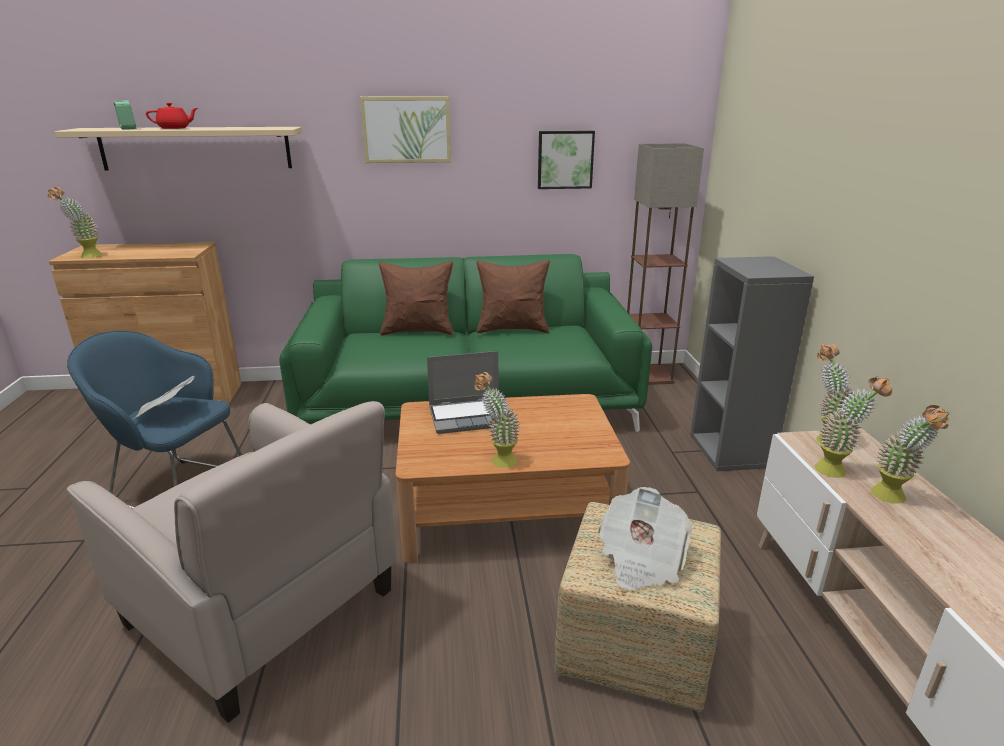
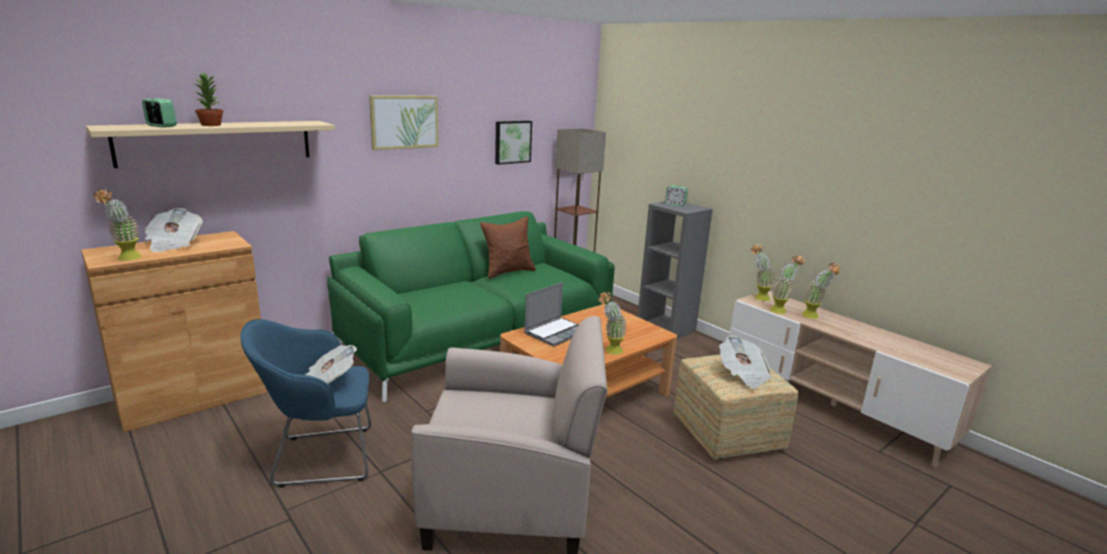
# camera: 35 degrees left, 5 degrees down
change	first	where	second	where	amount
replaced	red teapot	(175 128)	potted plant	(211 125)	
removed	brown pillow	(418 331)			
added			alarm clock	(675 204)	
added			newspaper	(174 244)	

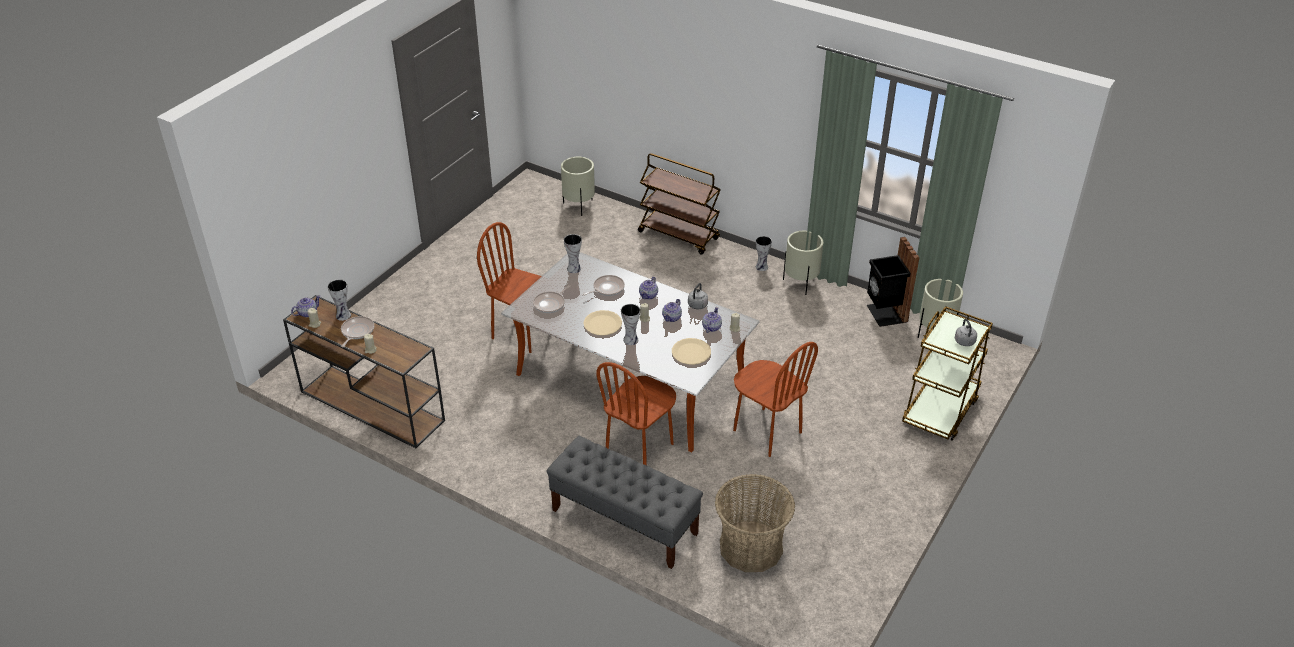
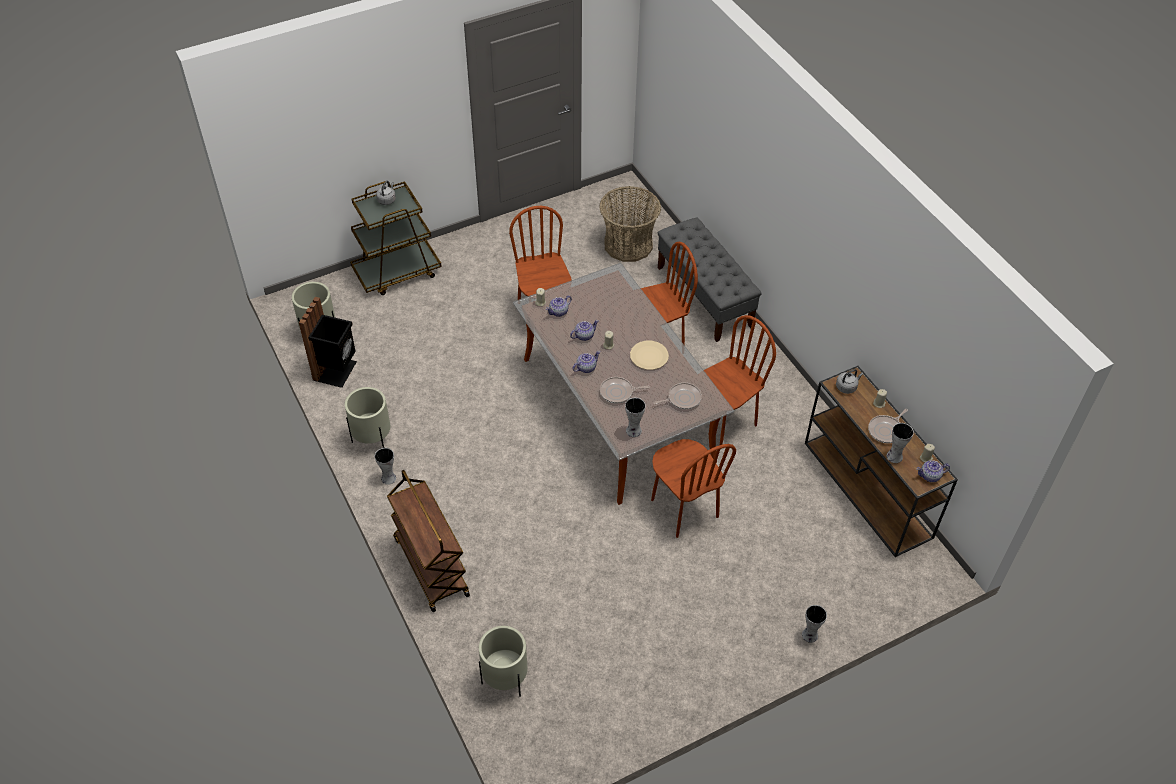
# camera: 150 degrees left, 10 degrees up
change	first	where	second	where	amount
moved	grey kettle	(697 306)		(847 387)	
moved	vase	(631 339)		(809 635)	
removed	beige plate	(691 352)			
added			brown chair	(723 422)	

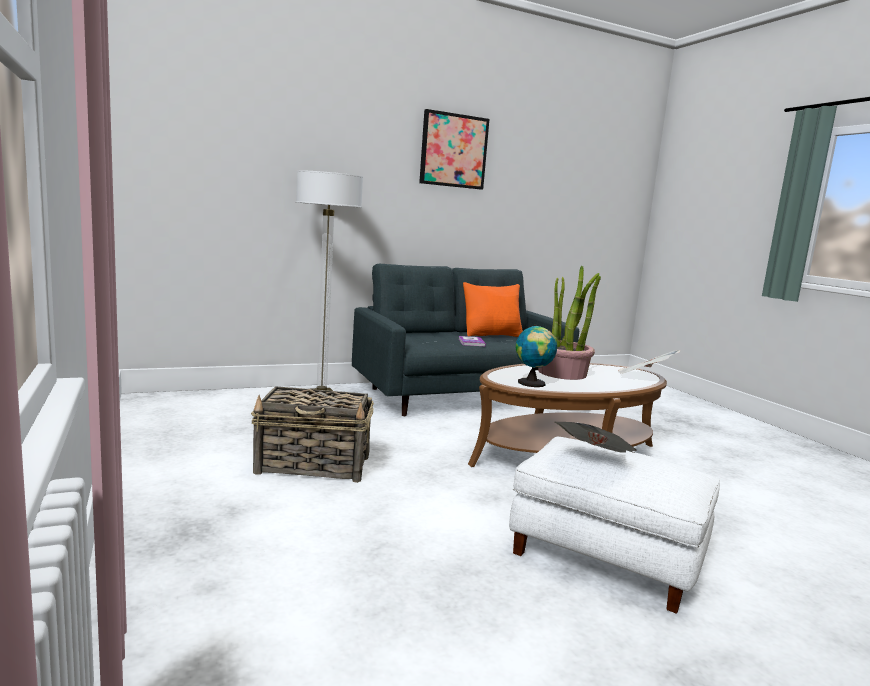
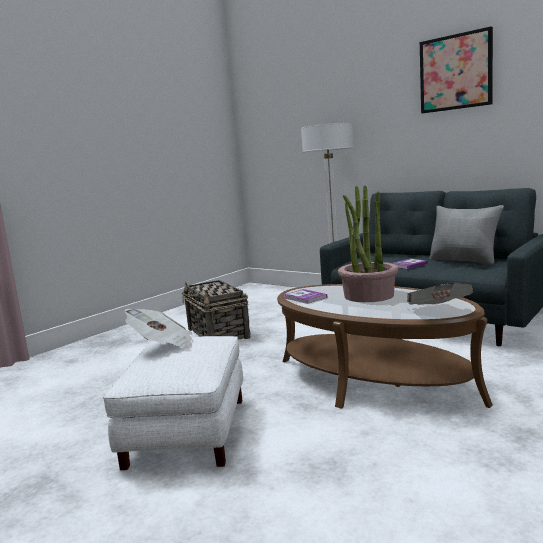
# camera: 65 degrees right, 0 degrees up
change	first	where	second	where	amount
recoloured	orange pillow	(492 335)	grey pillow	(464 261)	
replaced	globe	(532 384)	book	(305 297)	

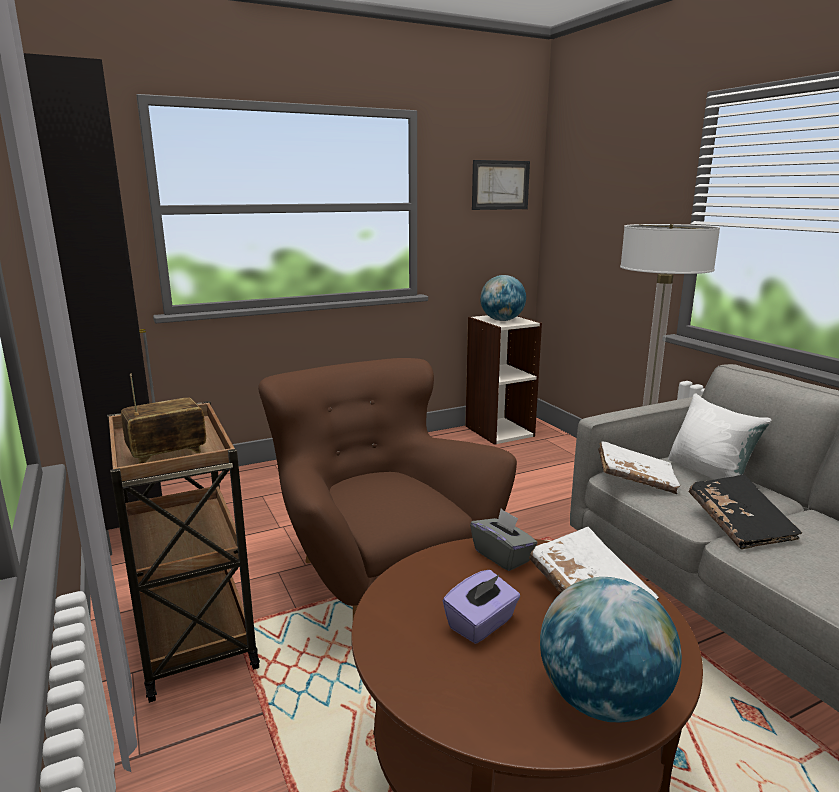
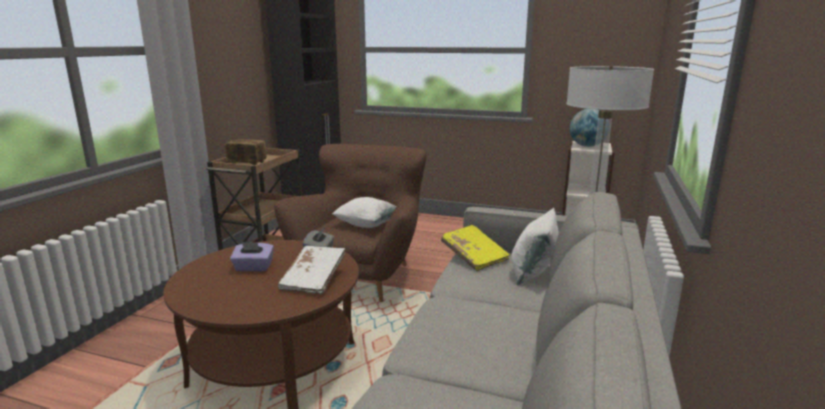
# camera: 45 degrees right, 0 degrees up
change	first	where	second	where	amount
removed	picture	(500 185)			
recoloured	white book	(635 480)	yellow book	(474 257)	
removed	black book	(739 525)			
removed	globe	(602 700)			
added			white pillow	(367 224)	

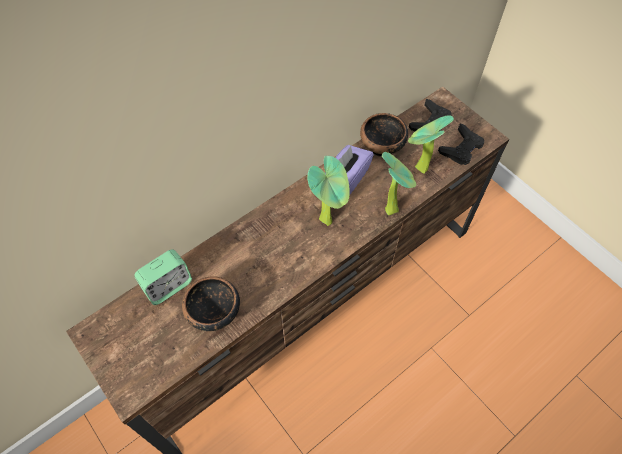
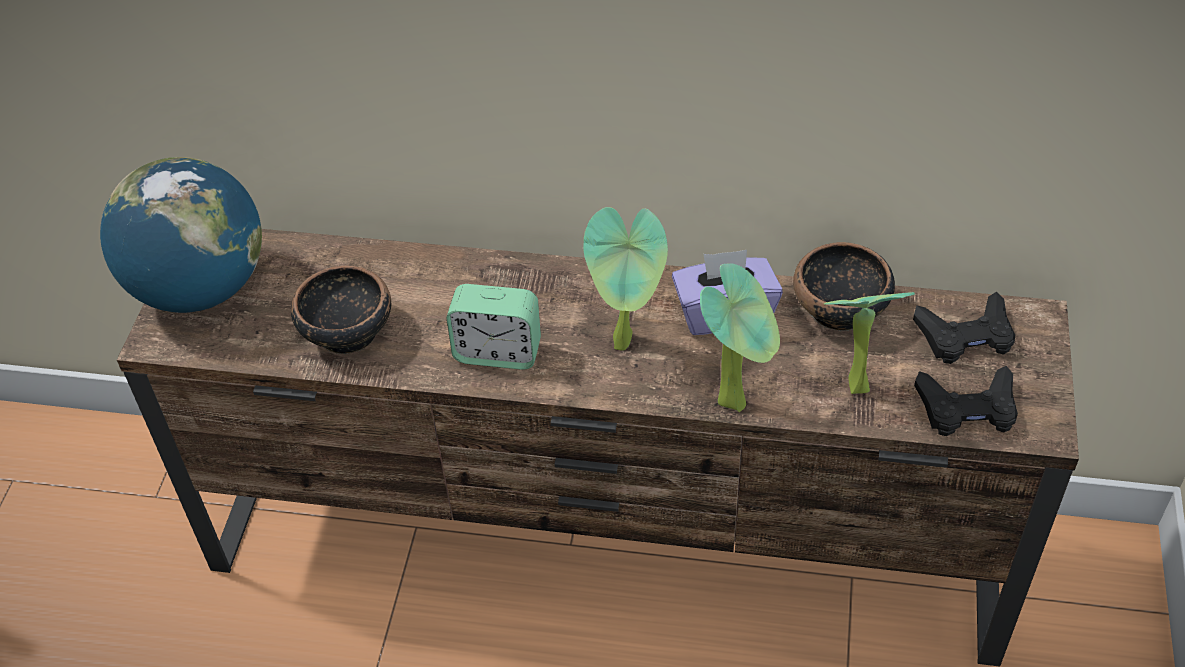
# camera: 50 degrees right, 10 degrees down
change	first	where	second	where	amount
moved	alarm clock	(168 286)		(498 352)	
added			globe	(200 288)	

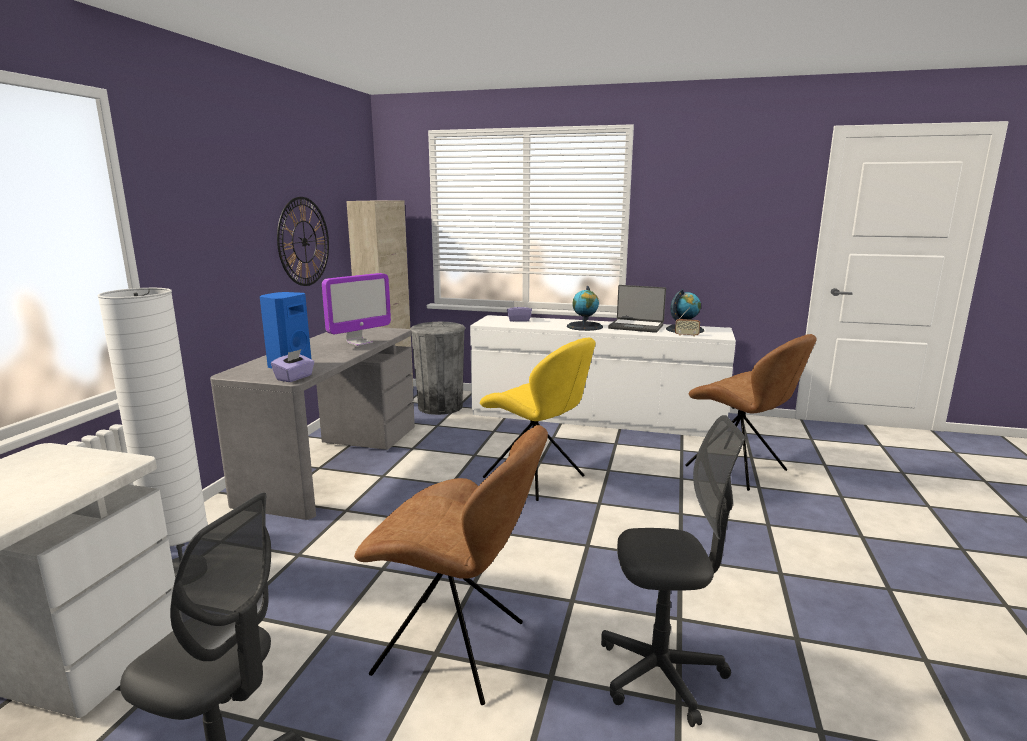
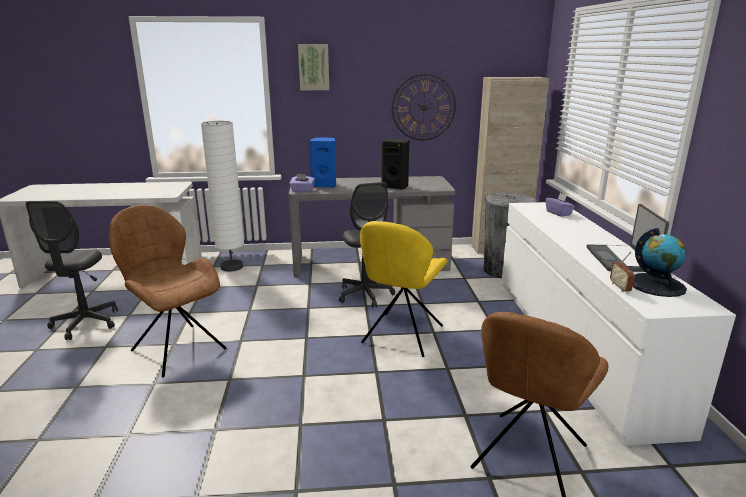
# camera: 70 degrees right, 5 degrees up
change	first	where	second	where	amount
replaced	monitor	(359 342)	black speaker	(395 187)	
removed	globe	(585 326)			
moved	grey office chair	(661 674)		(365 295)	
turned	brown chair	(456 649)		(177 348)	135 degrees clockwise
added			picture	(313 67)	

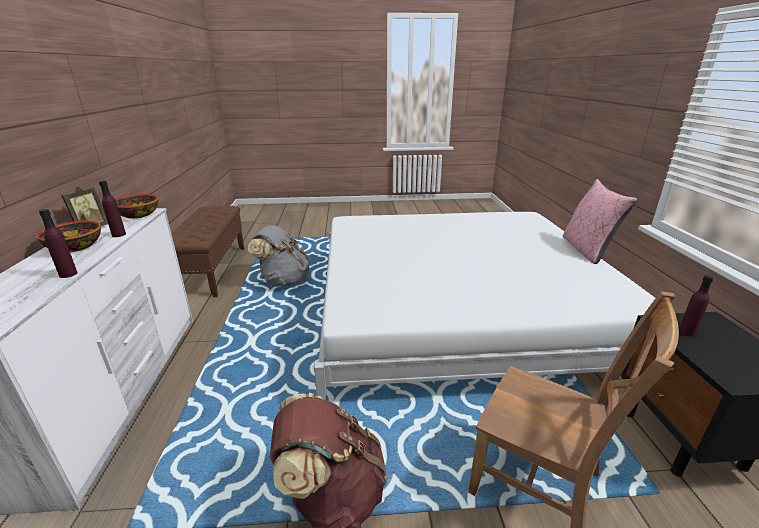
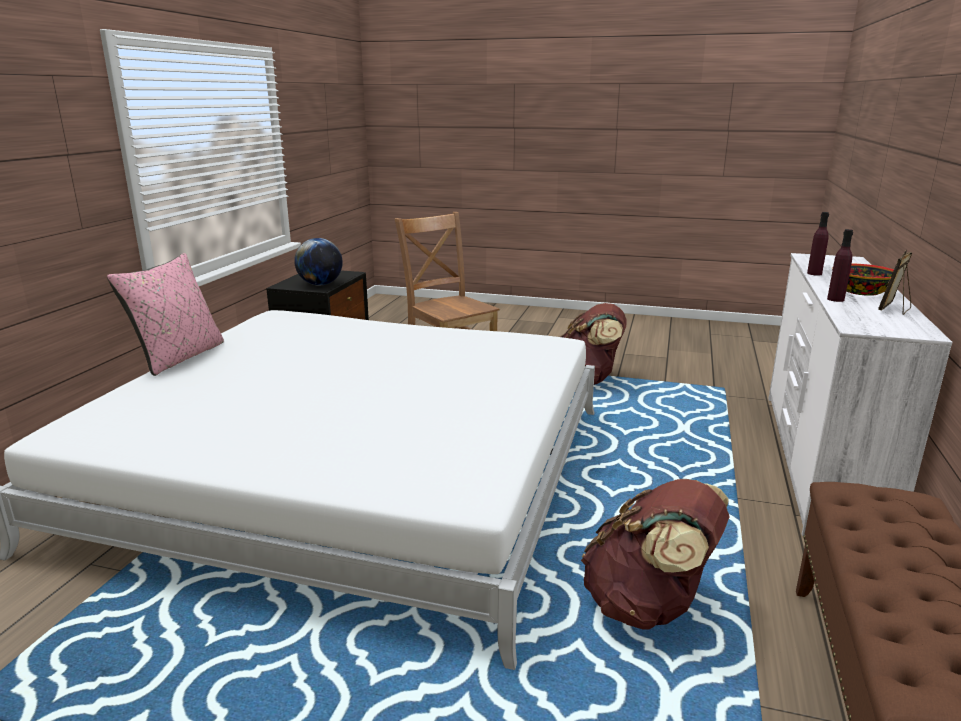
# camera: 160 degrees left, 5 degrees down
change	first	where	second	where	amount
removed	bowl	(138 215)			
recoloured	grey backpack	(283 281)	brown backpack	(648 606)	
replaced	purple bottle	(686 332)	globe	(320 284)	

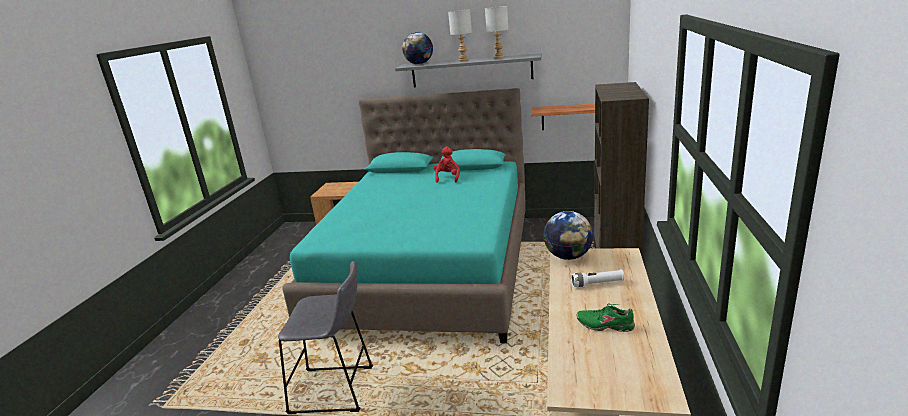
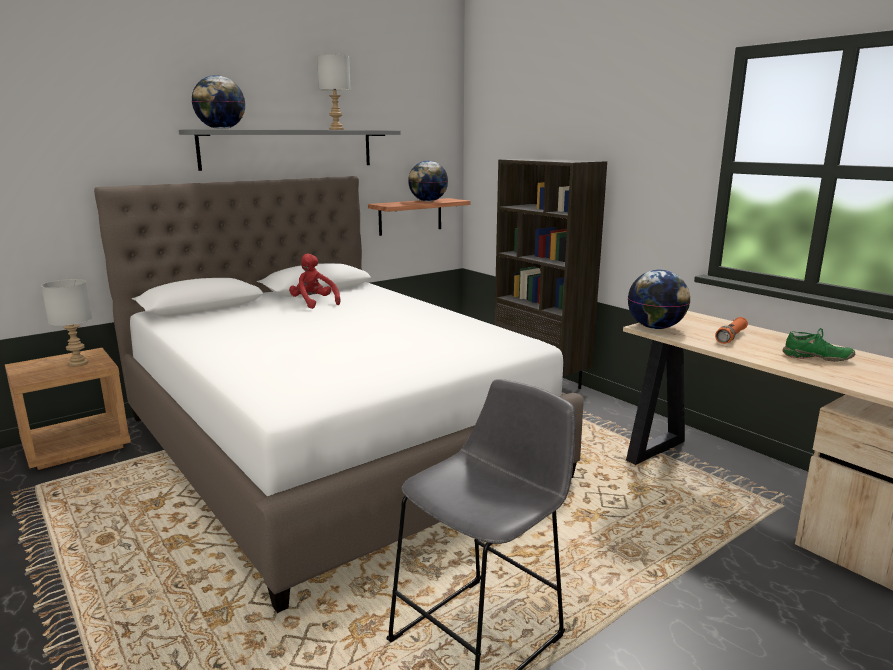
# camera: 50 degrees left, 5 degrees down
change	first	where	second	where	amount
moved	grey table lamp	(463 60)		(78 363)	
recoloured	turquoise bed	(430 268)	white bed	(333 445)	
recoloured	white flashlight	(597 283)	orange flashlight	(731 337)	
turned	green shoe	(605 325)		(816 358)	135 degrees counterclockwise
added			globe	(428 201)	

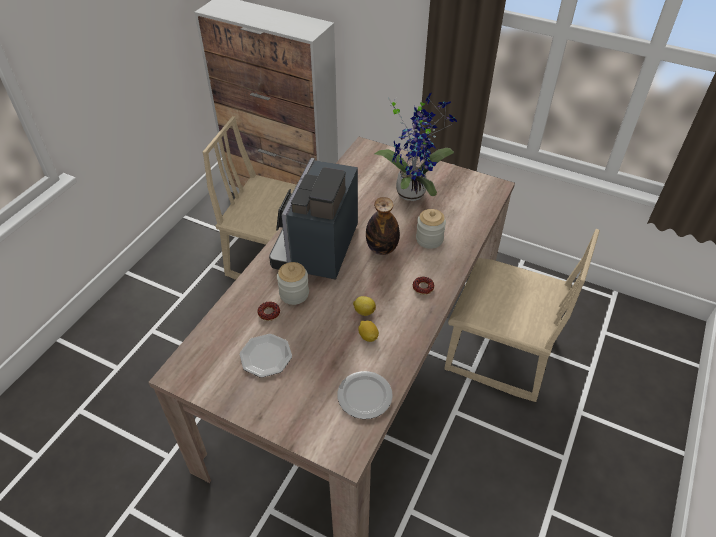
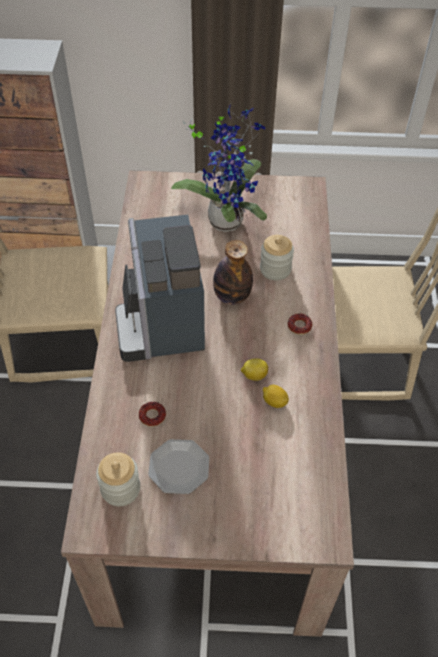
# camera: 25 degrees left, 5 degrees up
change	first	where	second	where	amount
moved	jar	(294 294)		(120 488)	
removed	plate	(365 395)			

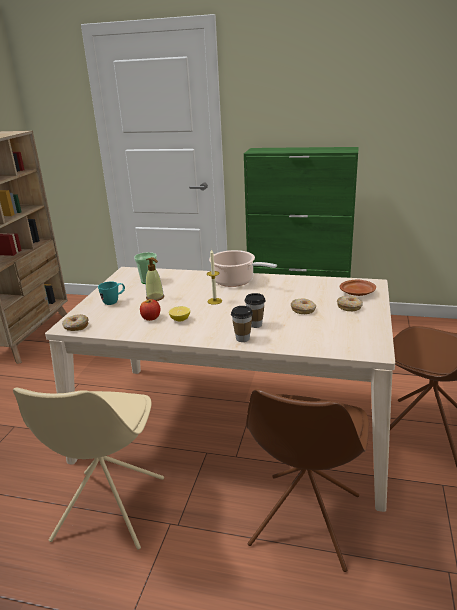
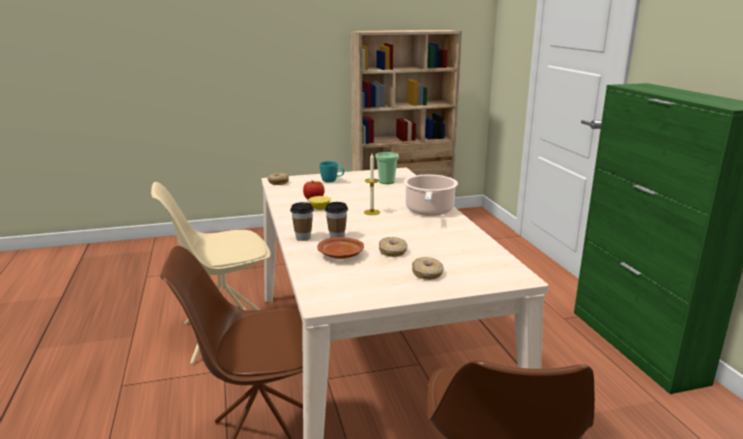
# camera: 60 degrees right, 5 degrees down
change	first	where	second	where	amount
removed	soap dispenser	(155 298)			
moved	brown plate	(357 293)		(341 255)	

